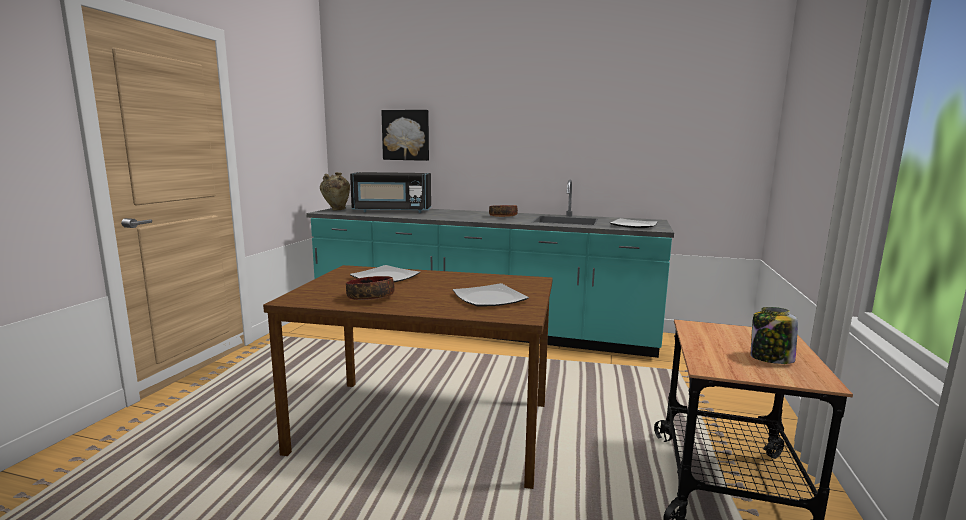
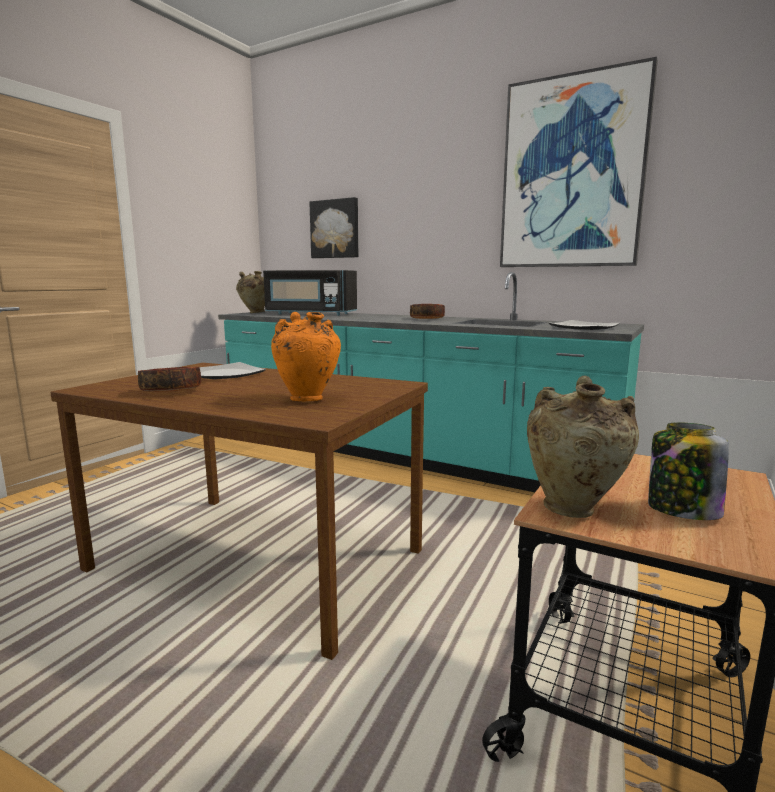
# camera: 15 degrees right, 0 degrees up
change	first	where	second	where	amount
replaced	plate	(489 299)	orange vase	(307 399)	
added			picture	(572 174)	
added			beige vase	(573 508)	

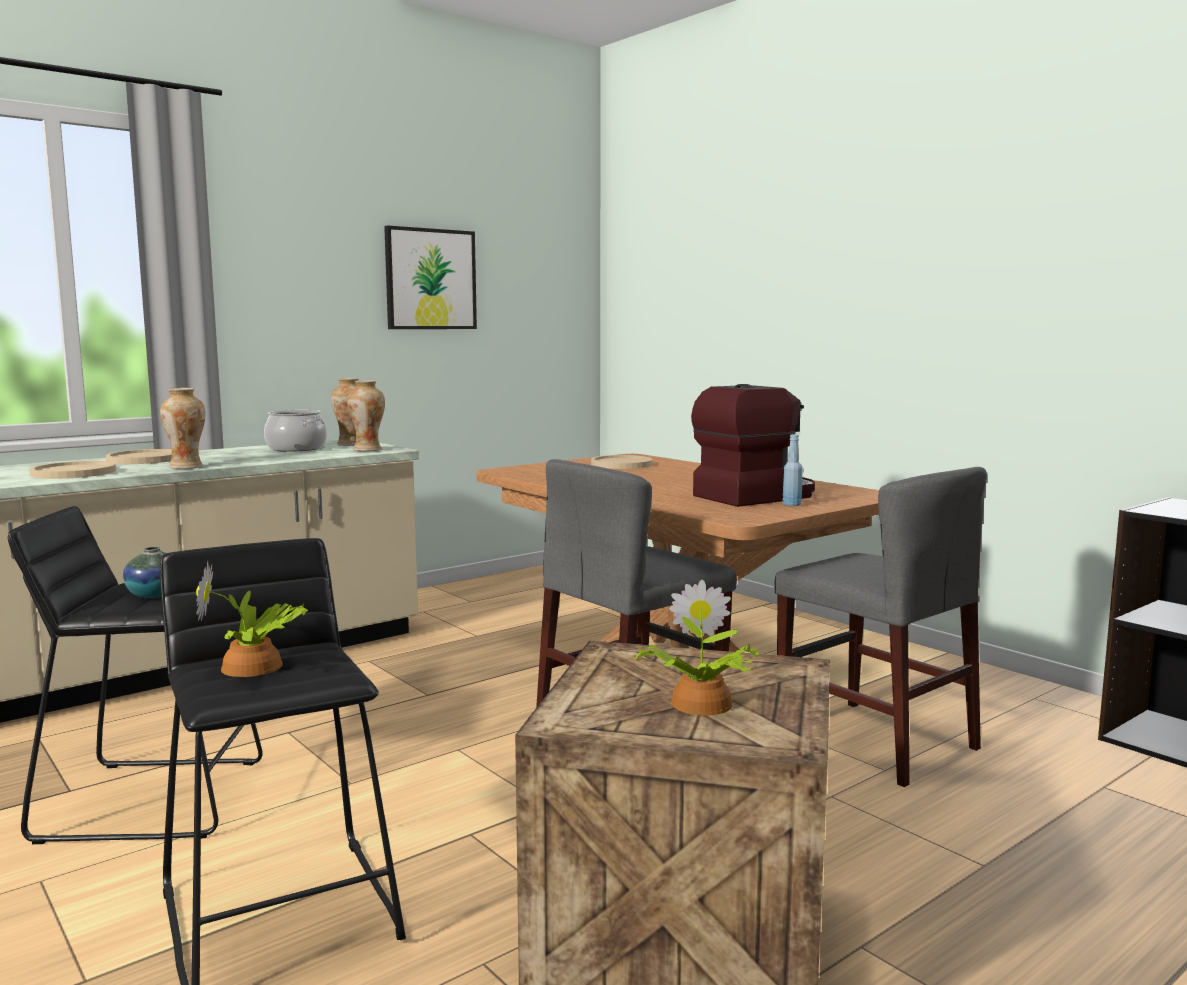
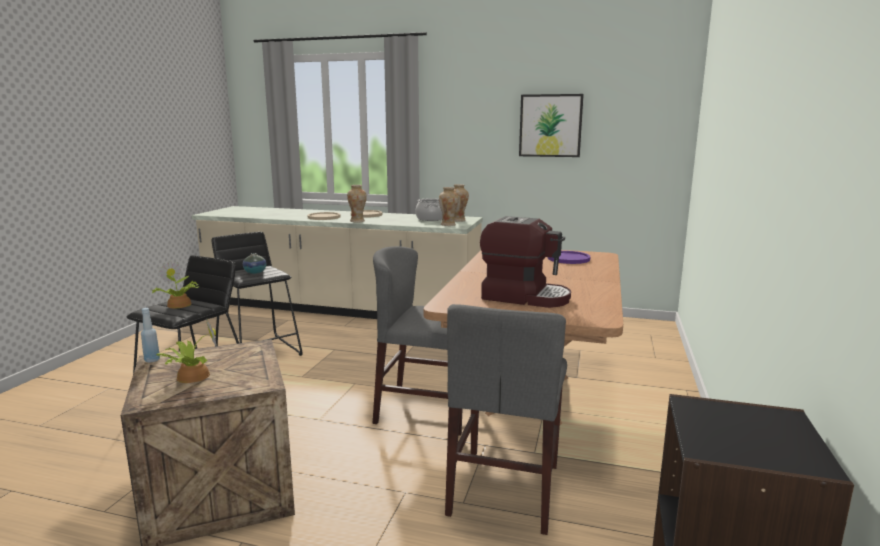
# camera: 55 degrees right, 5 degrees up
change	first	where	second	where	amount
moved	blue bottle	(791 505)		(152 360)	
recoloured	beige plate	(621 464)	purple plate	(568 258)	

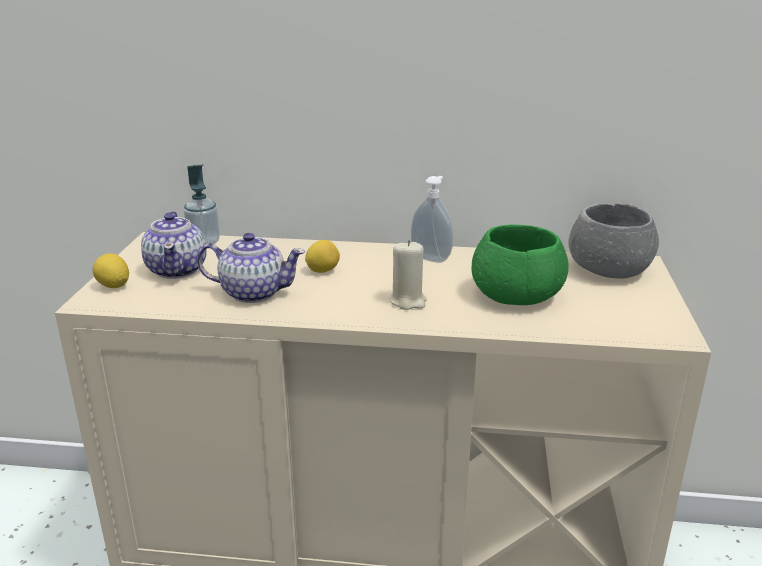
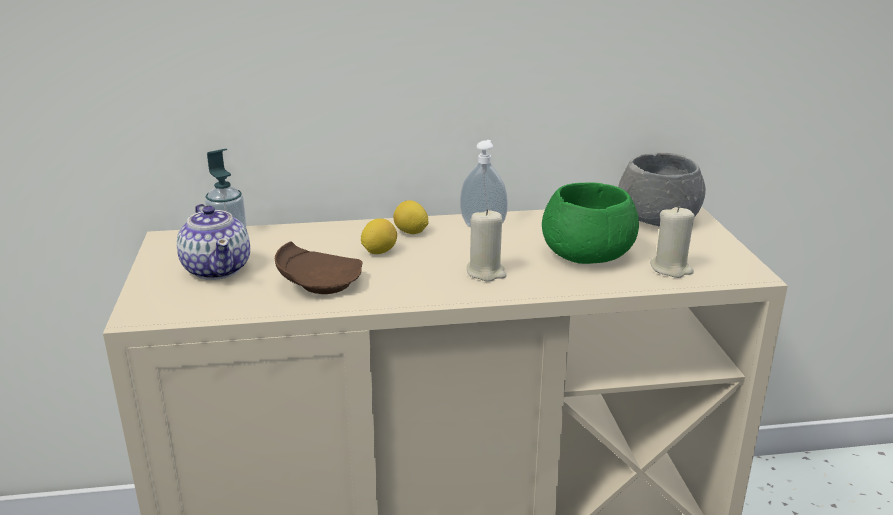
# camera: 15 degrees left, 0 degrees up
change	first	where	second	where	amount
replaced	teapot	(253 292)	brown plate	(319 283)	
moved	lemon	(113 286)		(410 232)	
added			beige candle	(671 269)	

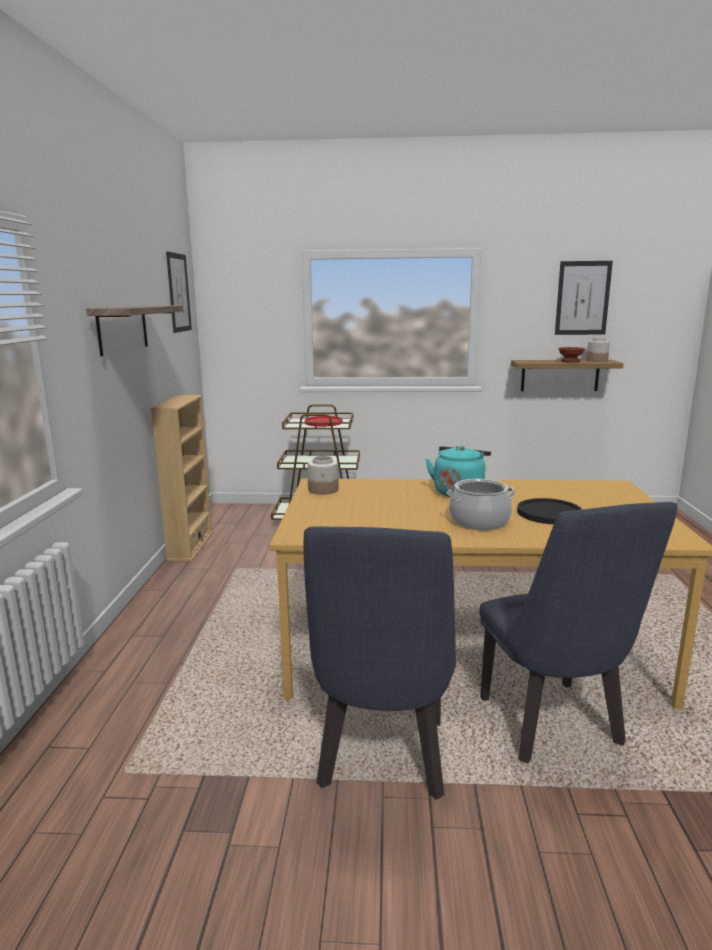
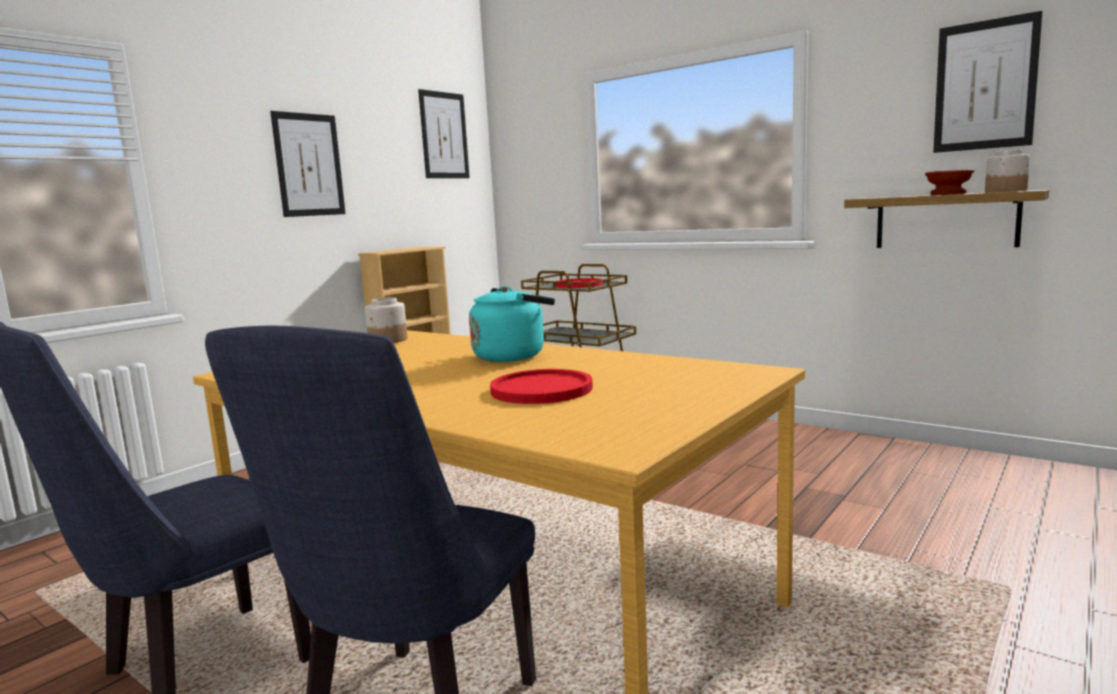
# camera: 35 degrees right, 5 degrees down
change	first	where	second	where	amount
replaced	shelf	(122 329)	picture	(309 165)	
removed	cooking pot	(479 521)			
recoloured	black plate	(549 513)	red plate	(541 389)	

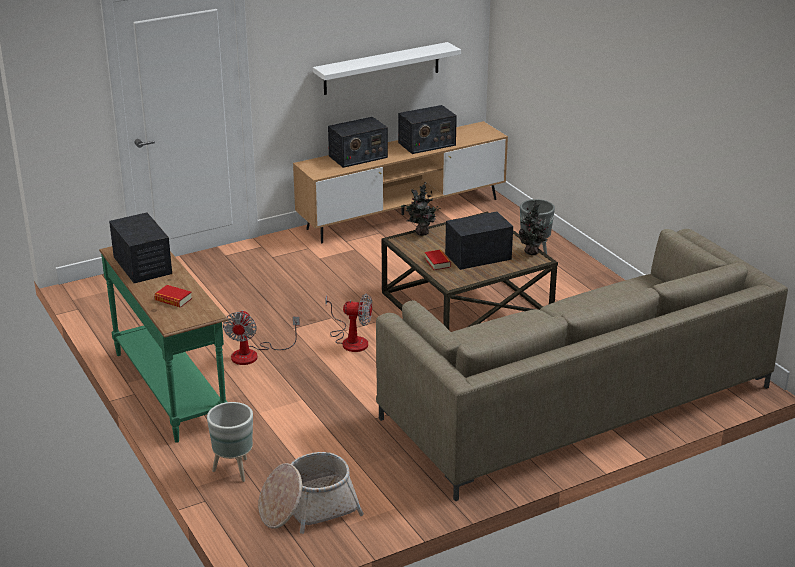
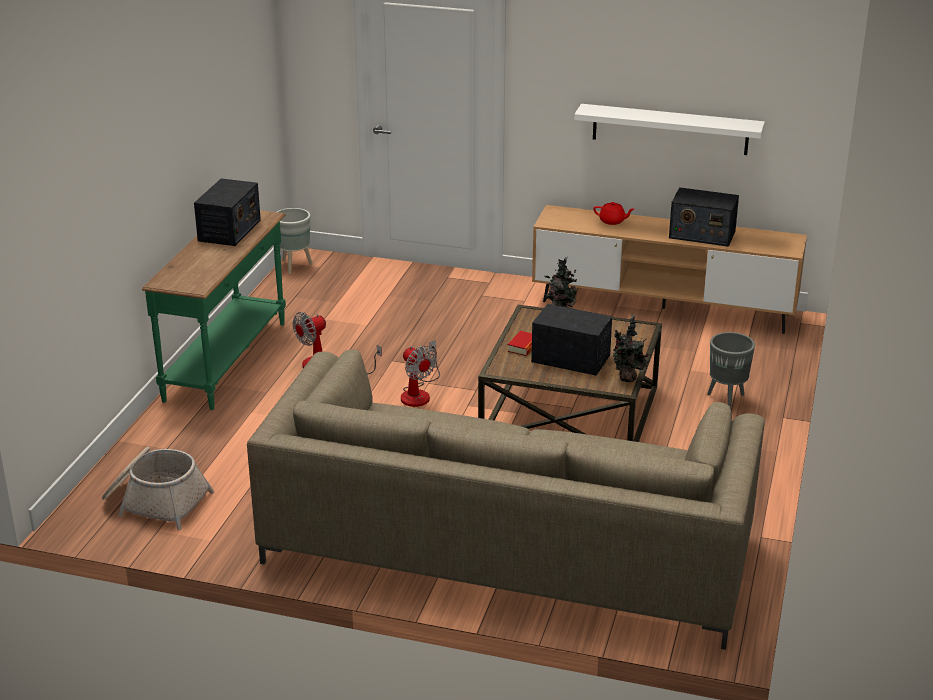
# camera: 45 degrees right, 0 degrees up
change	first	where	second	where	amount
replaced	radio	(357 157)	red teapot	(612 221)	
removed	book	(173 300)			
moved	grey planter	(233 470)		(295 266)	

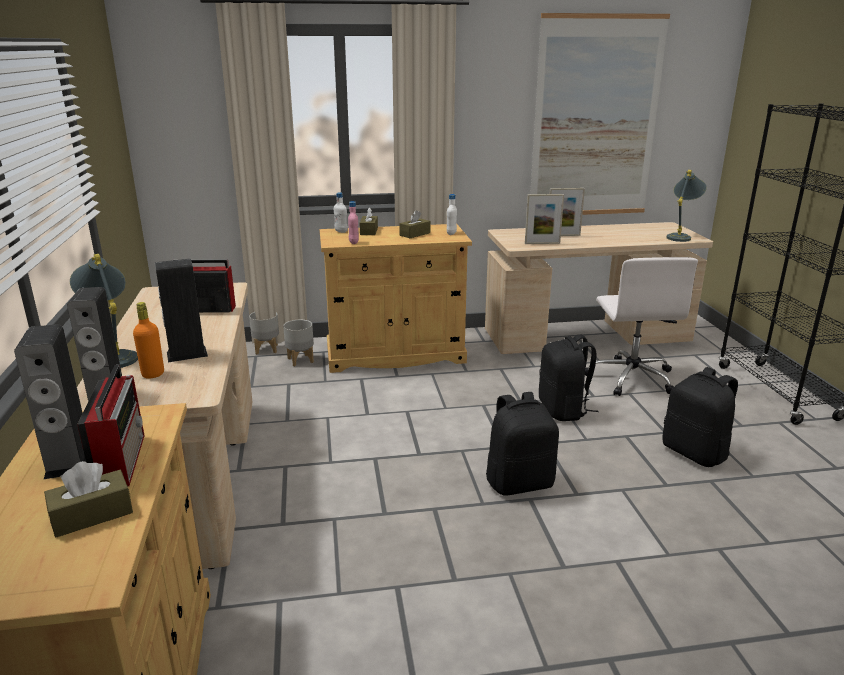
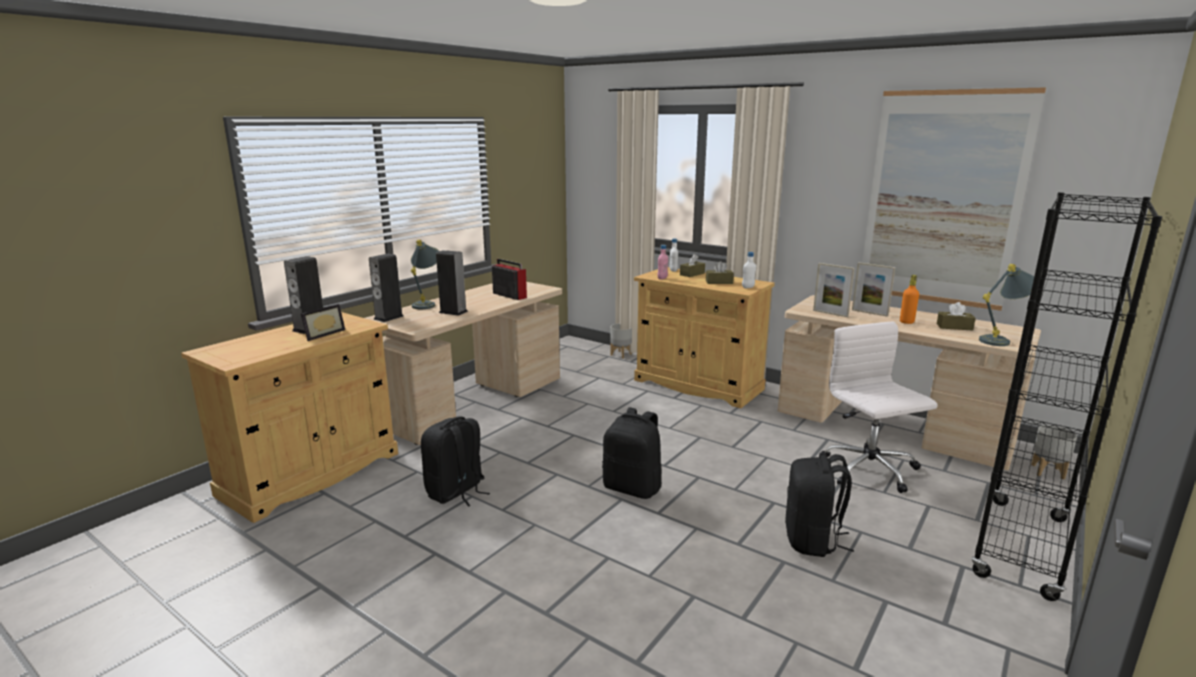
# camera: 45 degrees right, 5 degrees down
change	first	where	second	where	amount
turned	white office chair	(631 377)		(870 471)	120 degrees clockwise
moved	orange bottle	(153 374)		(906 322)	
moved	grey planter	(300 360)		(1047 471)	
moved	black backpack	(563 410)		(456 492)	
replaced	radio	(121 459)	picture frame	(322 334)	
moved	brown tissue box	(92 515)		(954 327)	

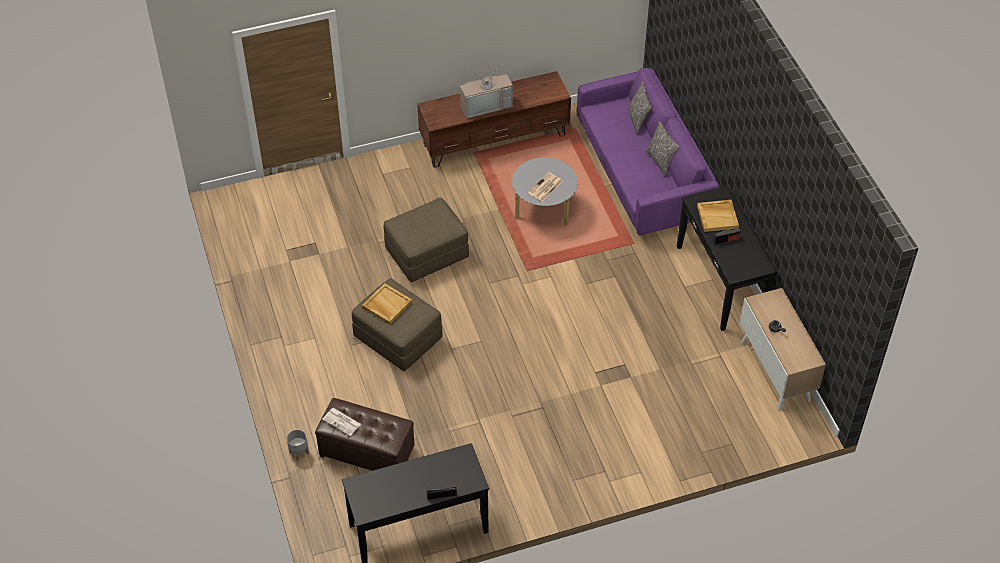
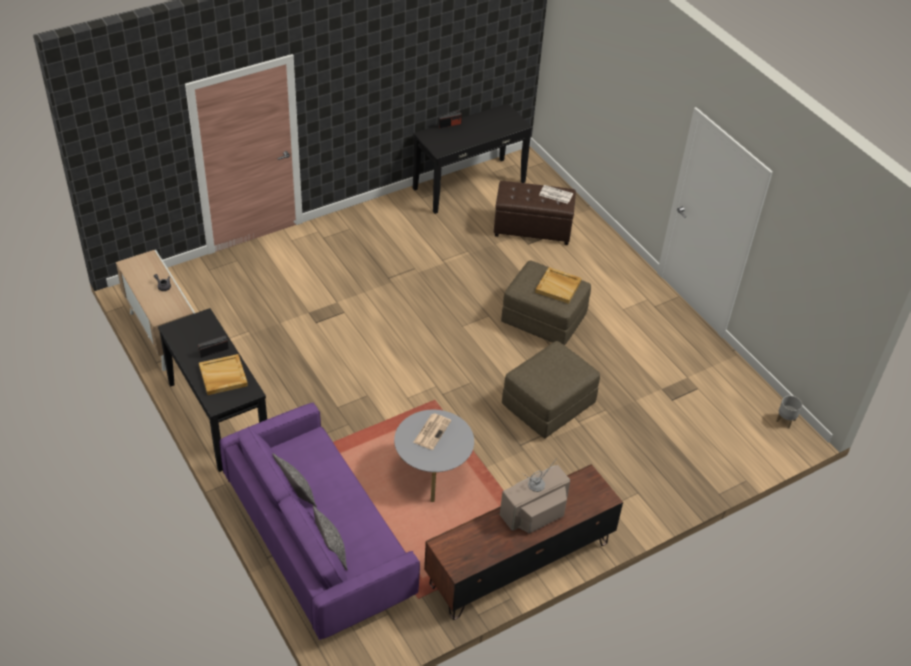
# camera: 165 degrees right, 5 degrees down
change	first	where	second	where	amount
moved	grey planter	(299 452)		(785 421)	

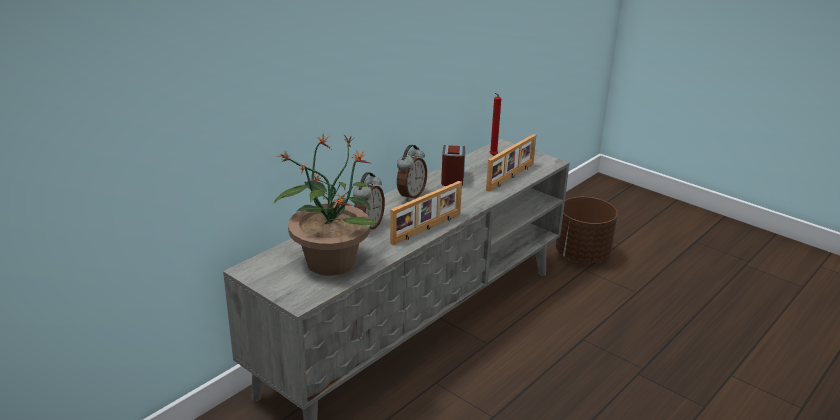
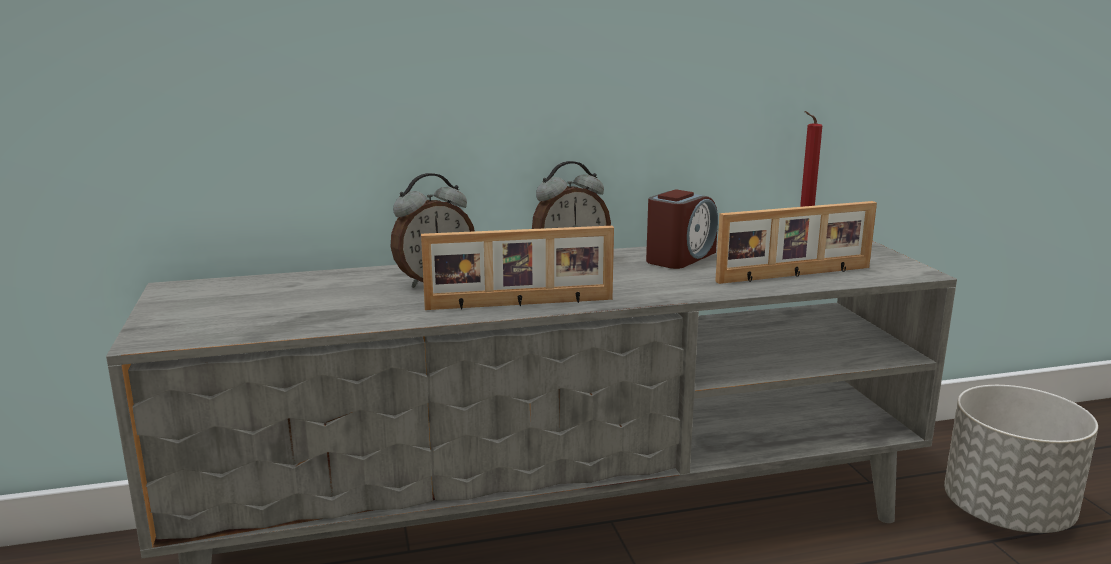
# camera: 35 degrees right, 10 degrees down
change	first	where	second	where	amount
removed	potted plant	(330 261)			
recoloured	brown planter	(582 256)	grey planter	(1006 514)	

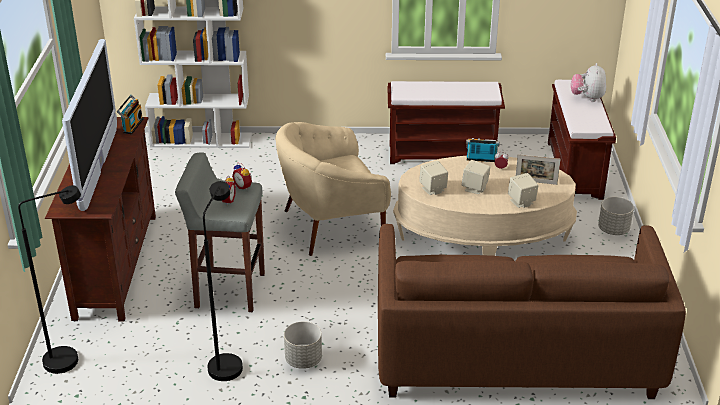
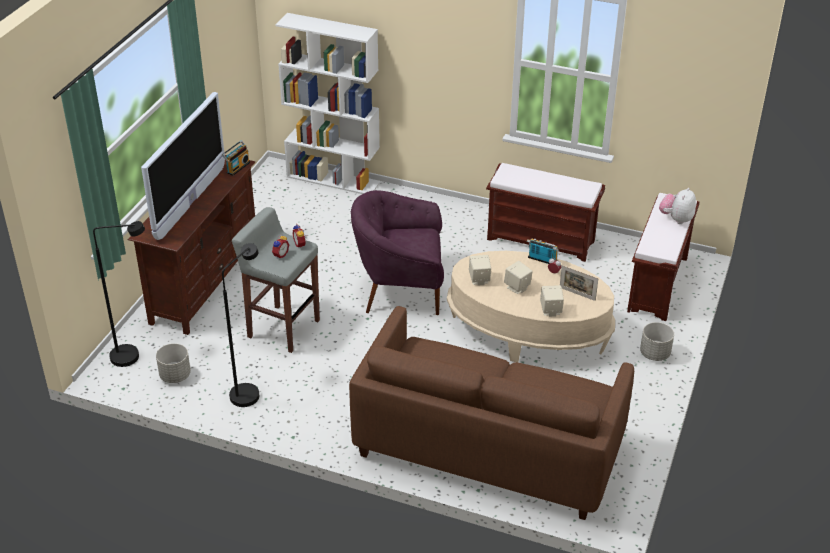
# camera: 20 degrees right, 5 degrees up
change	first	where	second	where	amount
recoloured	beige armchair	(332 225)	purple armchair	(401 288)	
moved	grey planter	(303 360)		(175 375)	

